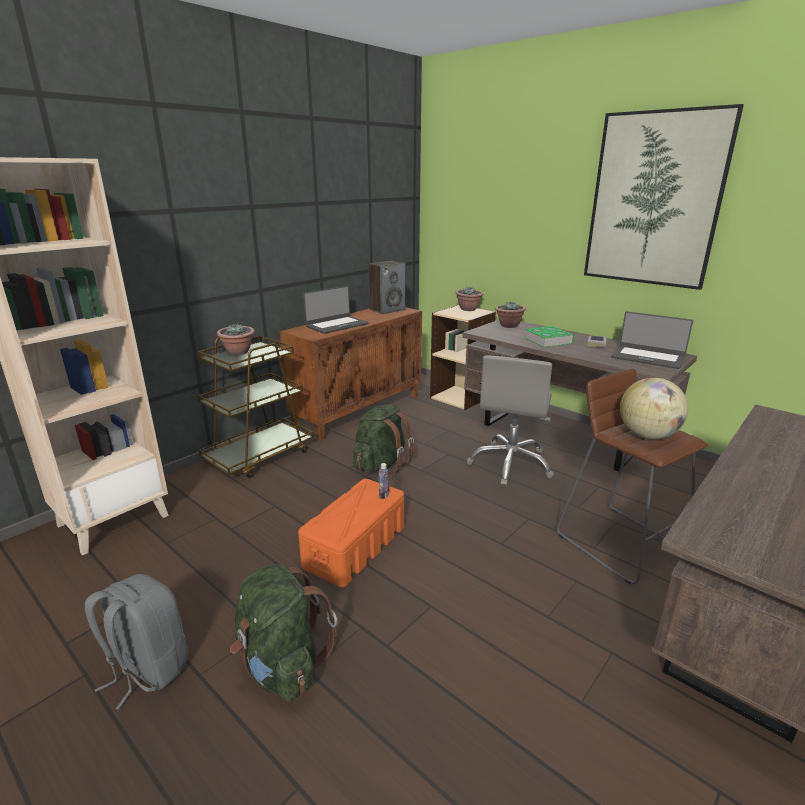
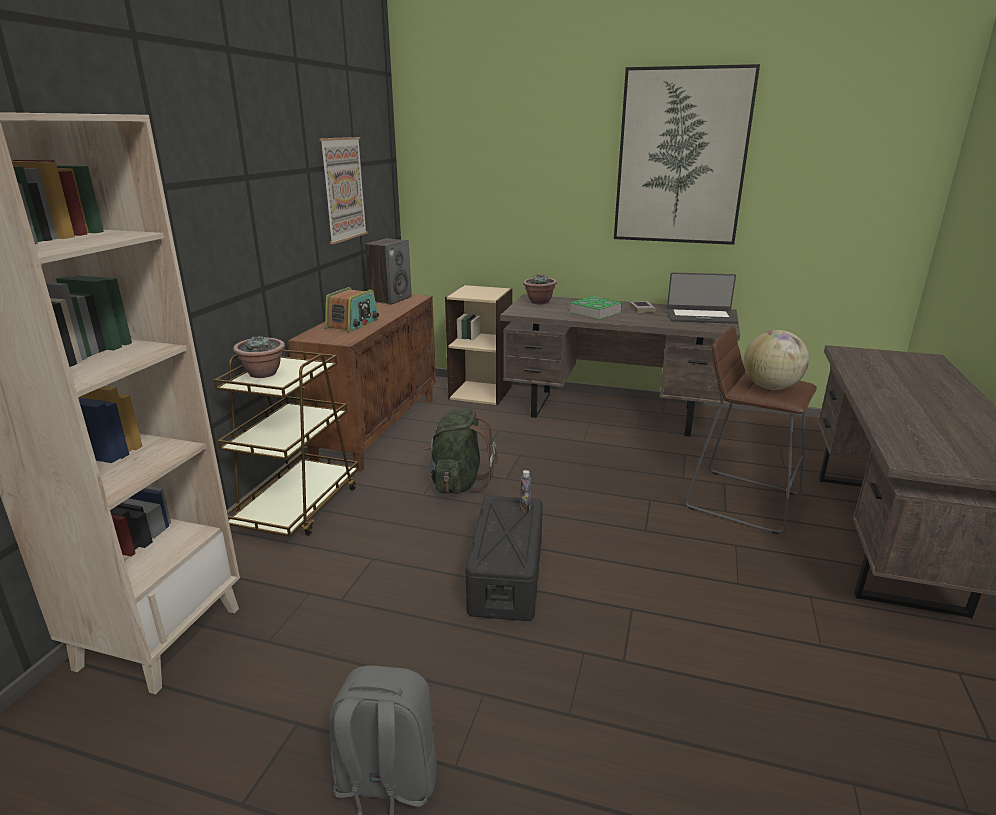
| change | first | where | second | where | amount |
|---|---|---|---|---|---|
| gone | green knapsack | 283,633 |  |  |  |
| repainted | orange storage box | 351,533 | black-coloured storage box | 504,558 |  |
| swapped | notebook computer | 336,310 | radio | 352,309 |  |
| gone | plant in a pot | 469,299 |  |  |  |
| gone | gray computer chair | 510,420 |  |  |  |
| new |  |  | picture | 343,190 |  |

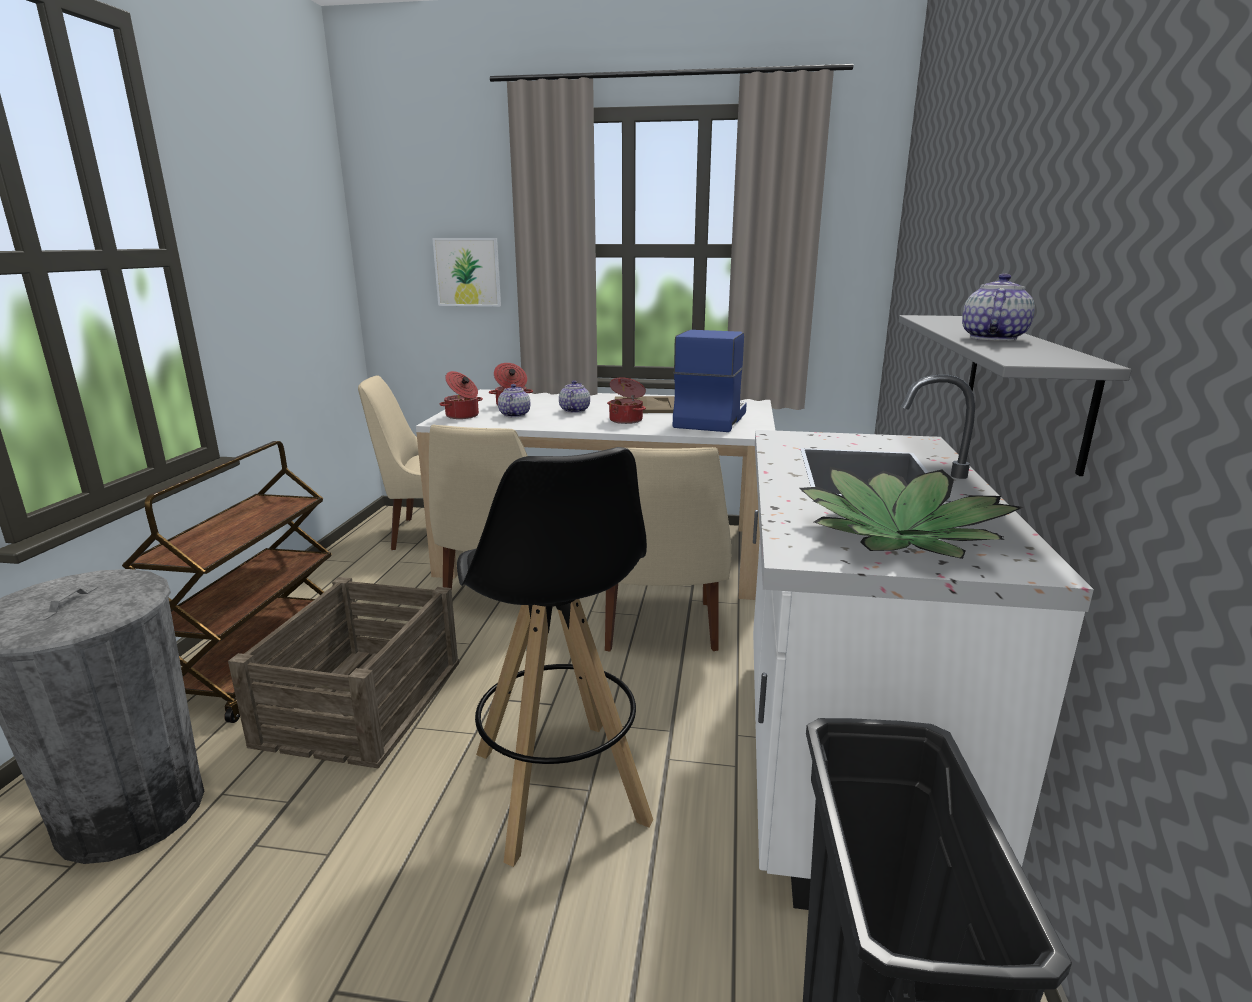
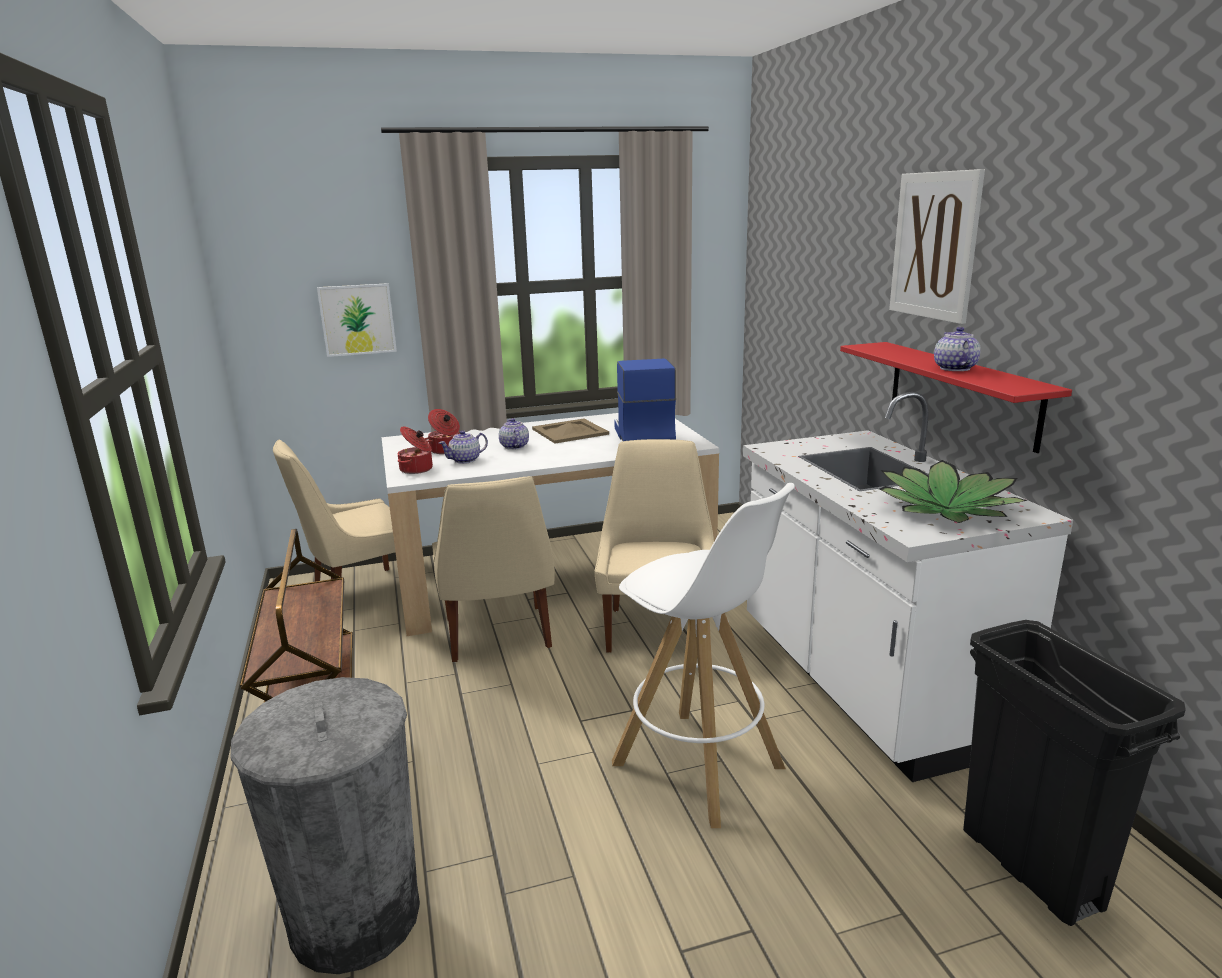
| change | first | where | second | where | amount |
|---|---|---|---|---|---|
| gone | crate | 343,673 |  |  |  |
| repainted | black-coloured sitting stool | 555,657 | white sitting stool | 703,655 |  |
| rotated | teapot | 514,400 |  | 463,447 | 105 degrees counterclockwise |
| rotated | sand-coloured upright chair | 668,549 |  | 654,546 | 150 degrees counterclockwise |
| gone | cooking pot | 626,400 |  |  |  |
| repainted | gray bracket shelf | 1015,395 | reddish bracket shelf | 956,397 |  |
| new |  |  | picture | 937,246 |  |

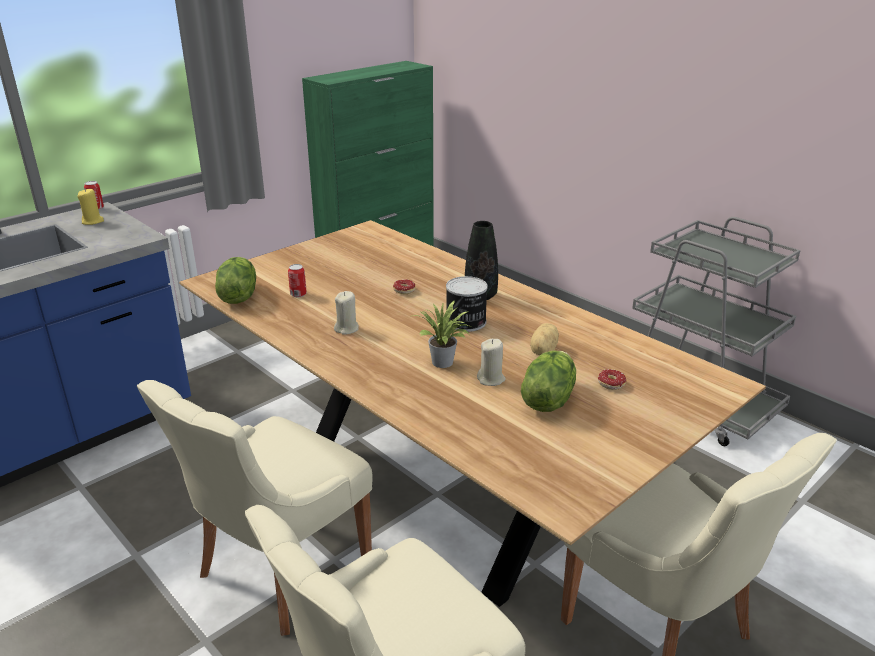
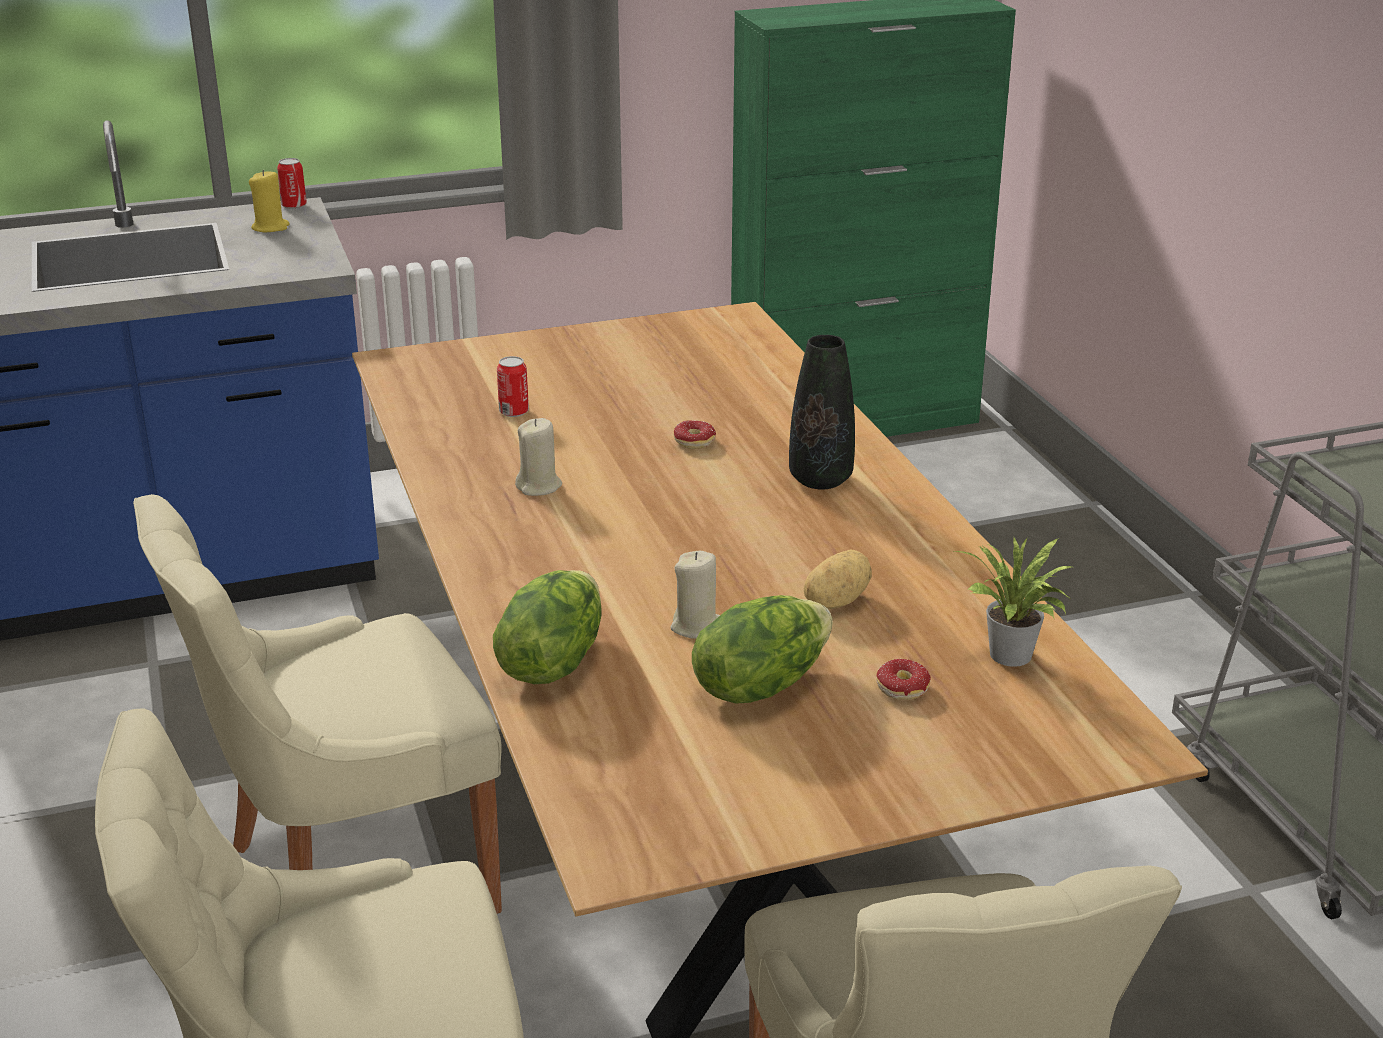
| change | first | where | second | where | amount |
|---|---|---|---|---|---|
| shifted | head of lettuce | 235,280 |  | 547,627 |  |
| shifted | plant in a pot | 442,334 |  | 1013,601 |  |
| gone | can | 467,304 |  |  |  |

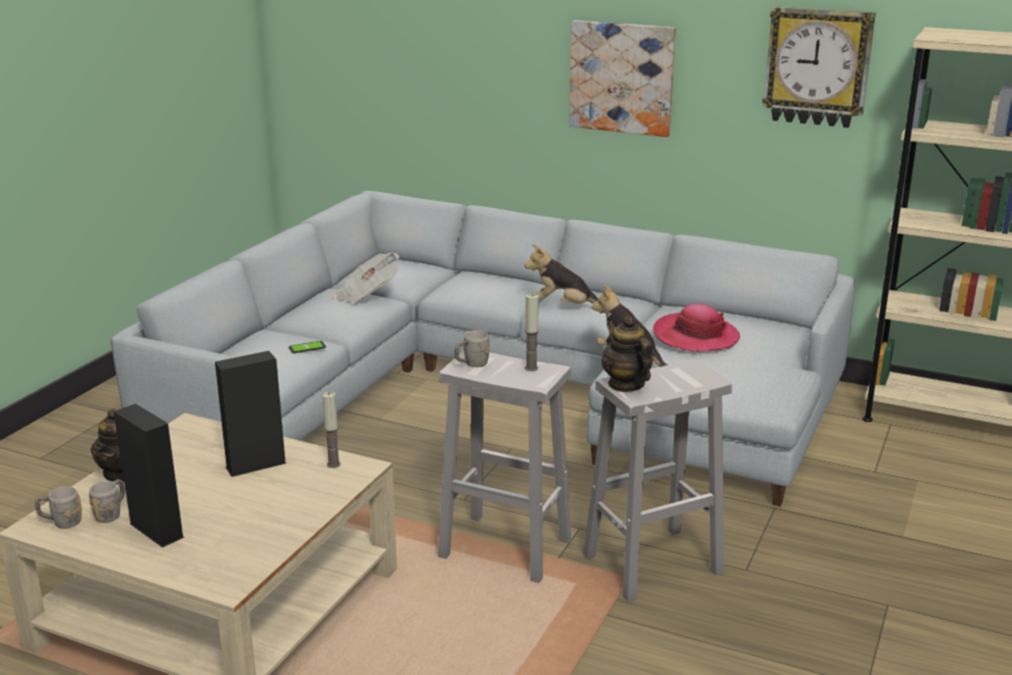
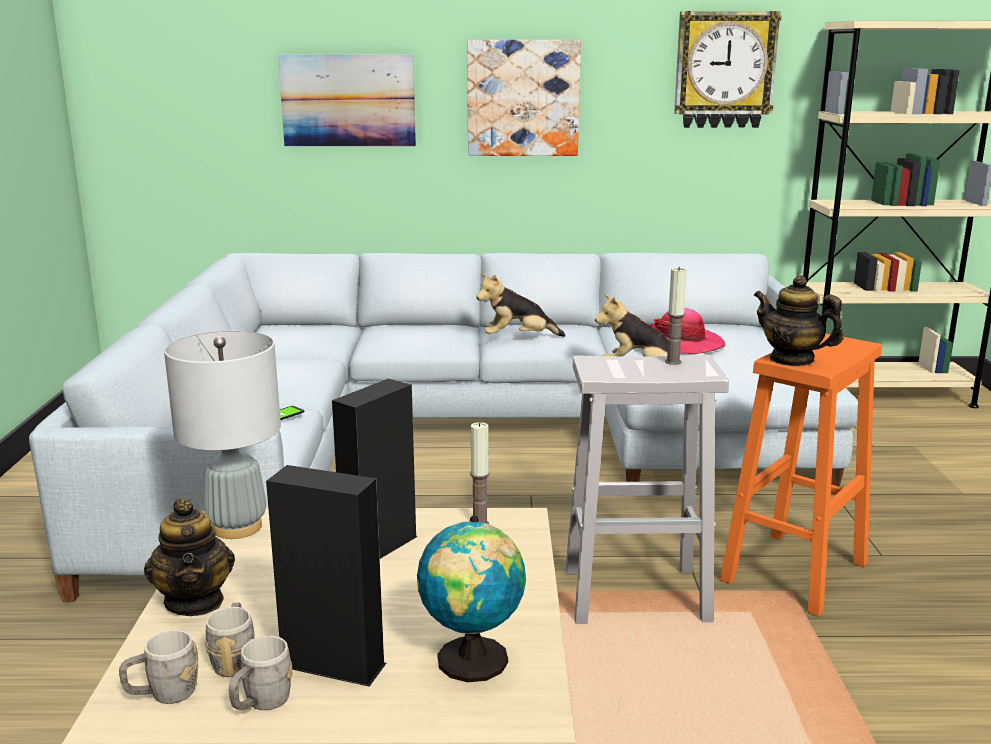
| change | first | where | second | where | amount |
|---|---|---|---|---|---|
| gone | newspaper | 366,278 |  |  |  |
| shifted | gray mug | 472,348 |  | 260,673 |  |
| repainted | white sitting stool | 657,480 | orange sitting stool | 801,475 |  |
| new |  |  | gray table lamp | 222,435 |  |
| new |  |  | picture | 347,100 |  |
| new |  |  | globe | 471,598 |  |

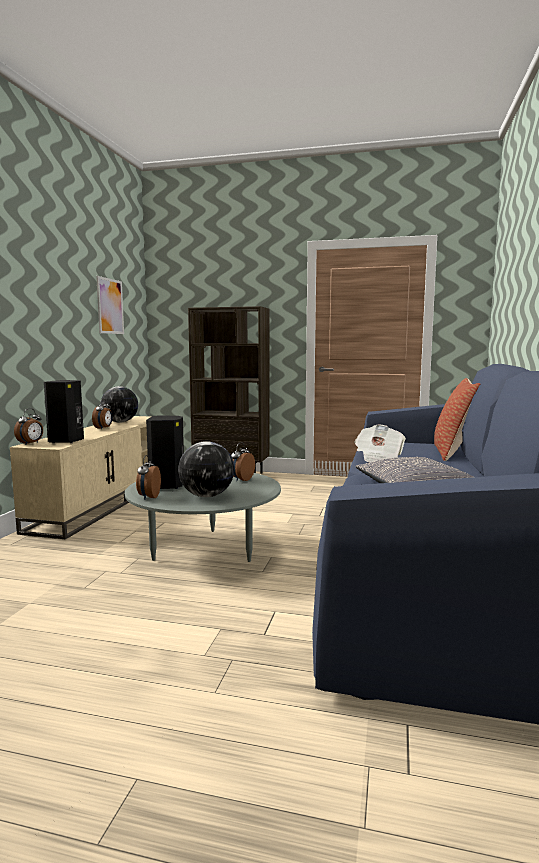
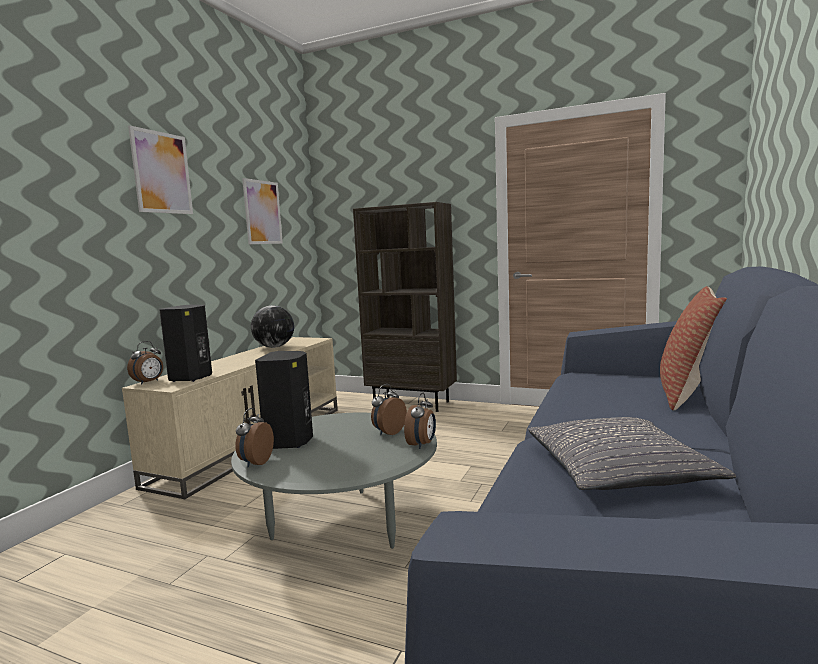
| change | first | where | second | where | amount |
|---|---|---|---|---|---|
| shifted | table clock | 102,414 |  | 420,421 |  |
| gone | globe | 206,469 |  |  |  |
| gone | newspaper | 380,444 |  |  |  |
| new |  |  | picture | 160,169 |  |

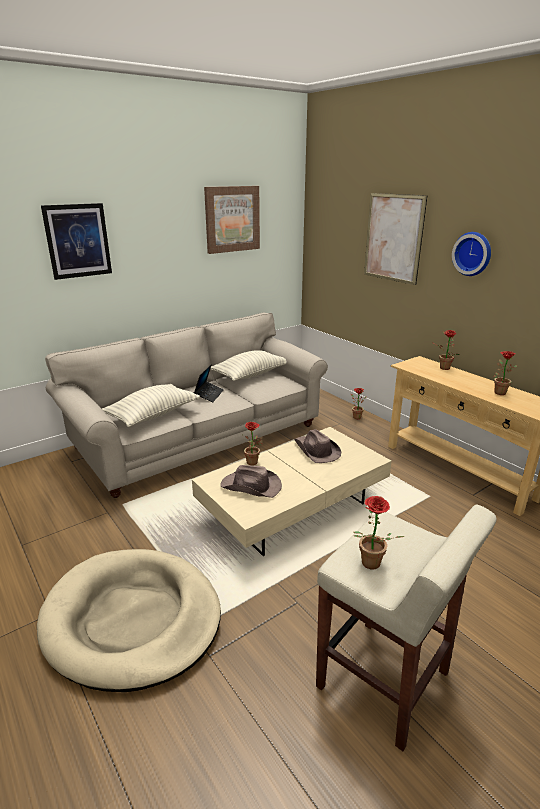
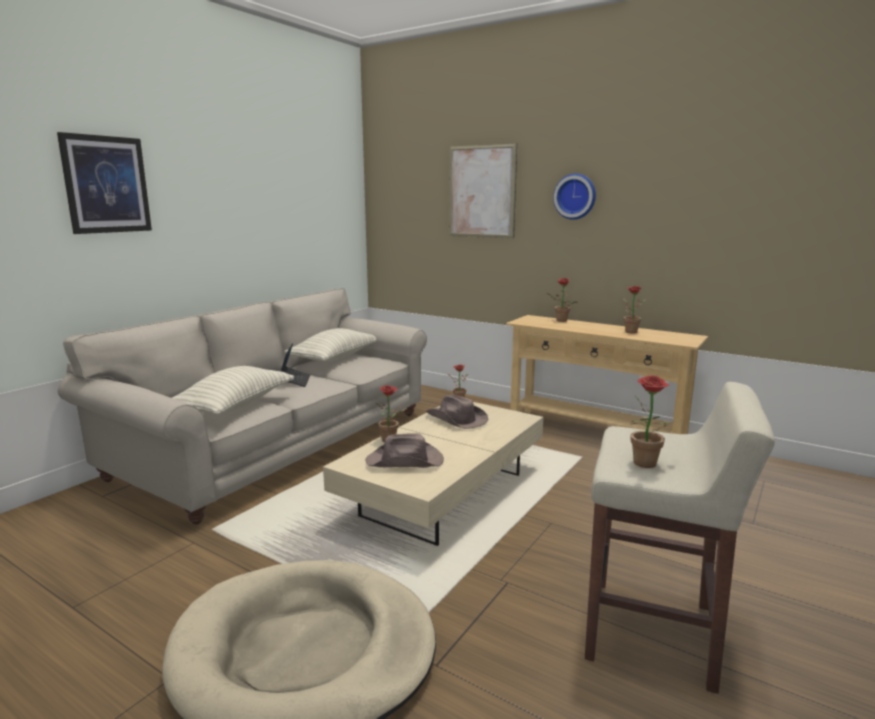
| change | first | where | second | where | amount |
|---|---|---|---|---|---|
| gone | picture | 232,220 |  |  |  |

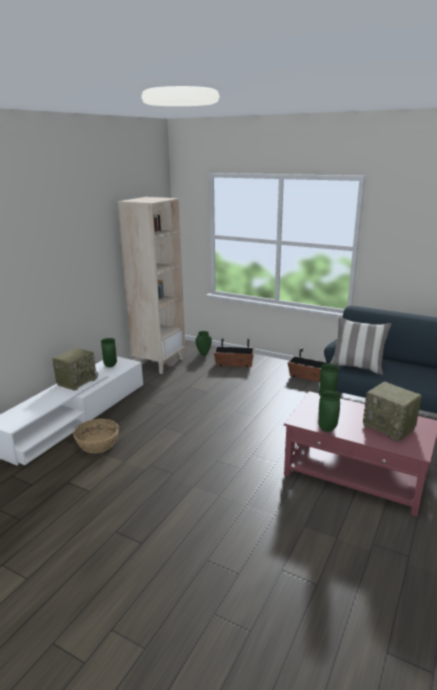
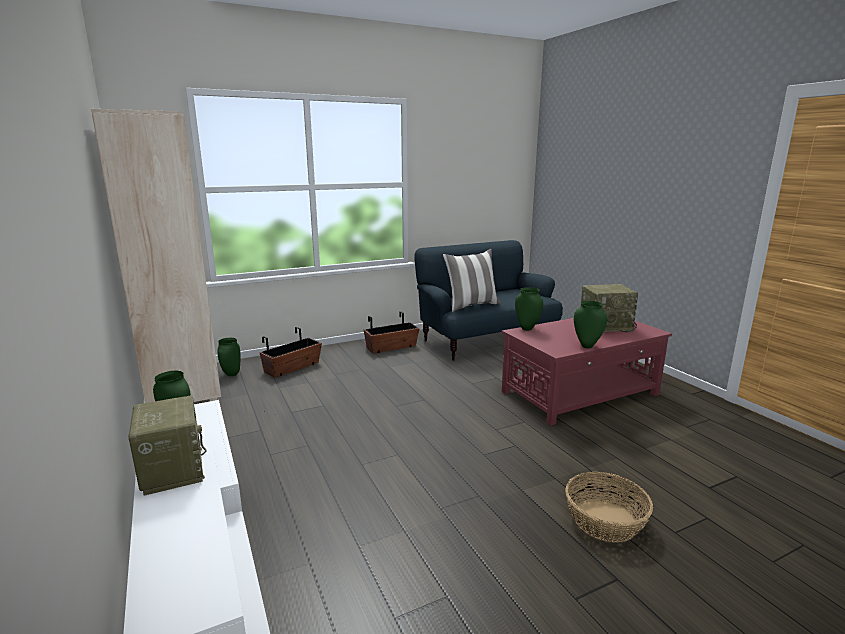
| change | first | where | second | where | amount |
|---|---|---|---|---|---|
| shifted | storage basket | 96,436 |  | 609,507 |  |

